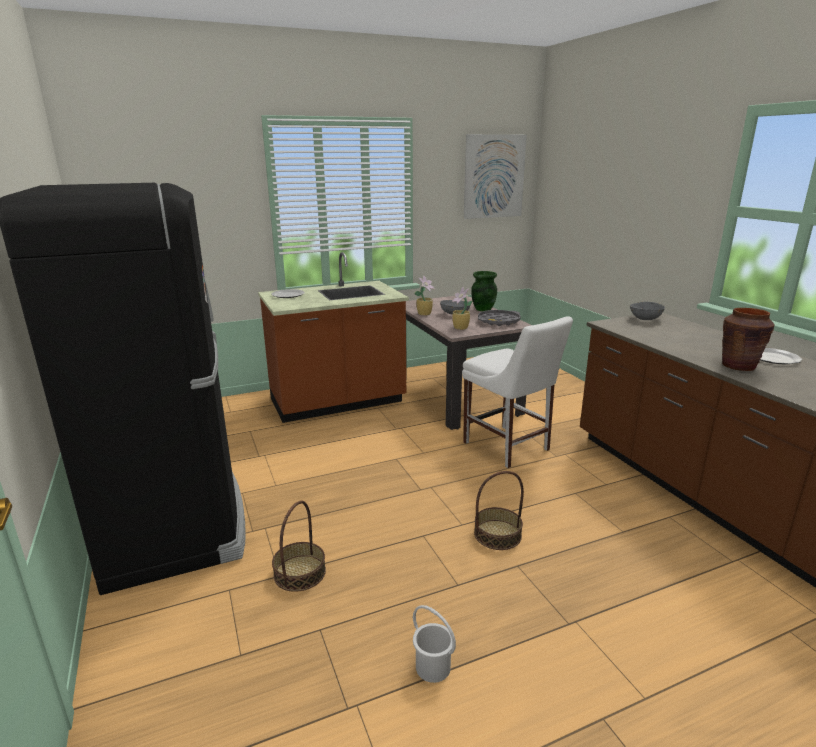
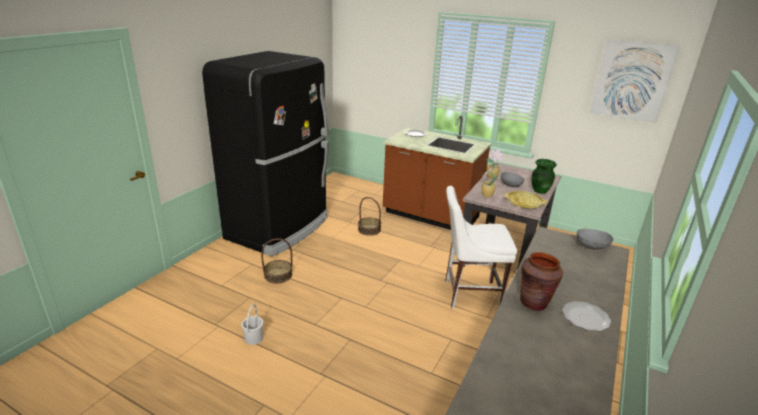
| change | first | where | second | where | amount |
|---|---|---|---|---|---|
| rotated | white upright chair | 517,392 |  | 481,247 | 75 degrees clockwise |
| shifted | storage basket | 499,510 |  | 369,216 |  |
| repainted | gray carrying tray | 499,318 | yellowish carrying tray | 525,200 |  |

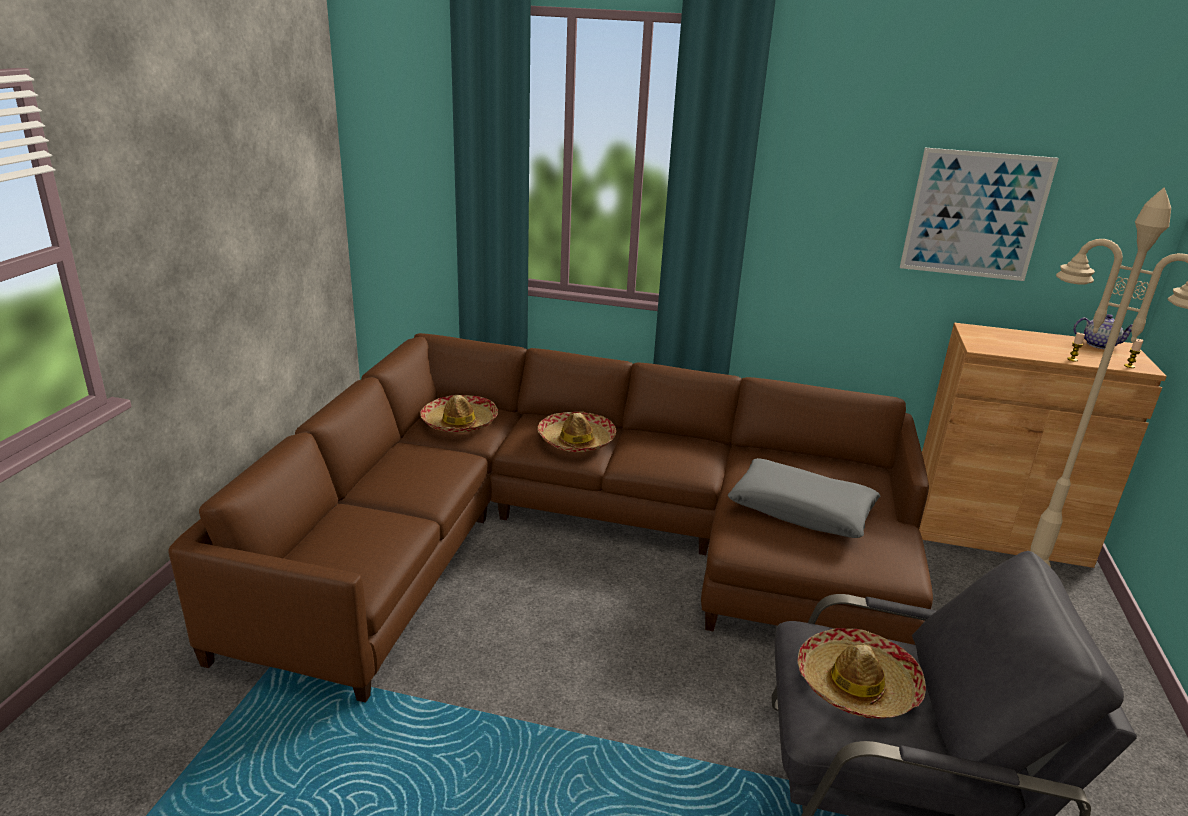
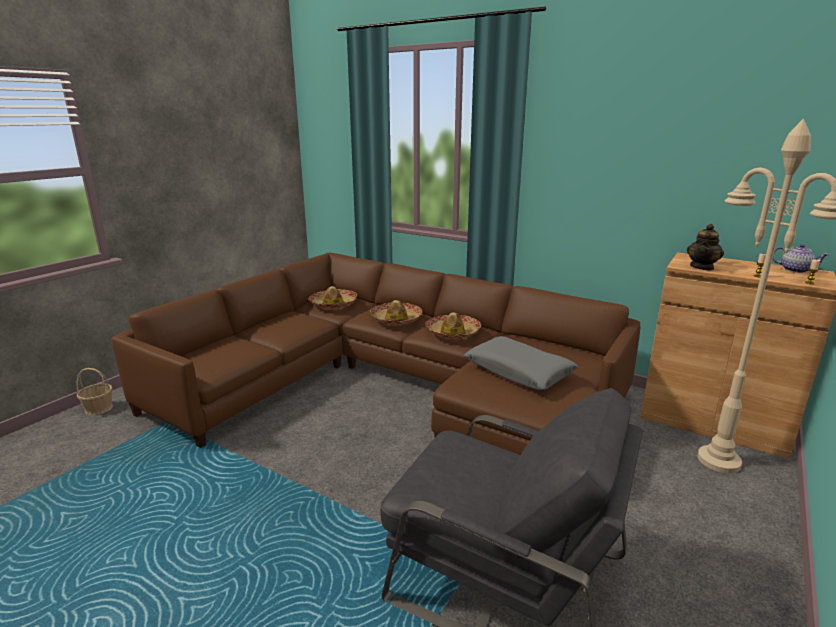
| change | first | where | second | where | amount |
|---|---|---|---|---|---|
| shifted | hat | 861,673 |  | 453,326 |  |
| gone | picture | 979,214 |  |  |  |
| new |  |  | storage basket | 94,391 |  |
| new |  |  | teapot | 705,247 |  |

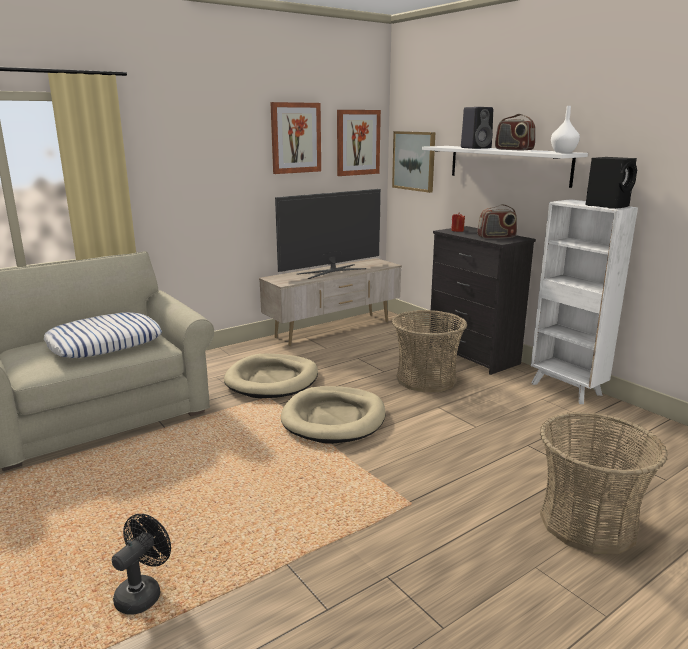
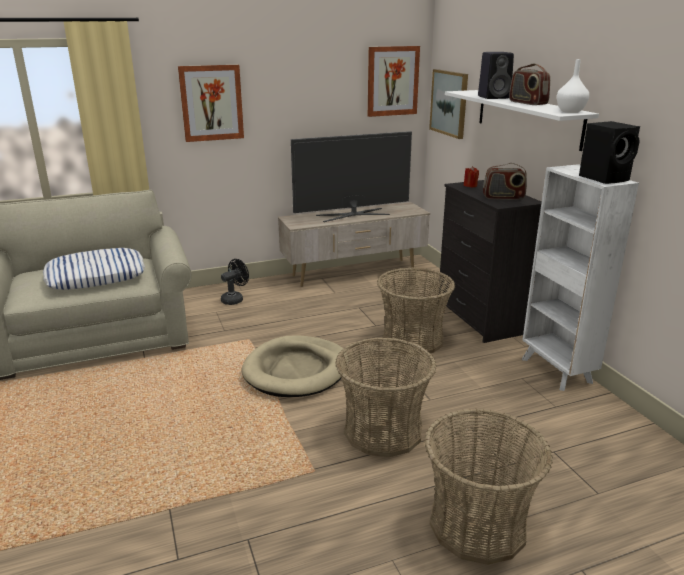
| change | first | where | second | where | amount |
|---|---|---|---|---|---|
| shifted | black-coloured cooling fan | 141,564 |  | 235,282 |  |
| gone | sand-coloured pet bed | 271,376 |  |  |  |
| shifted | picture | 295,138 |  | 211,103 |  |
| new |  |  | storage basket | 386,397 |  |

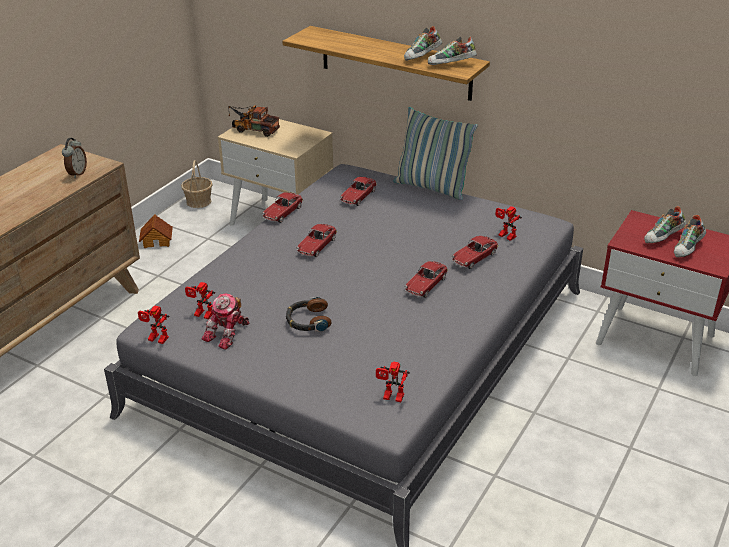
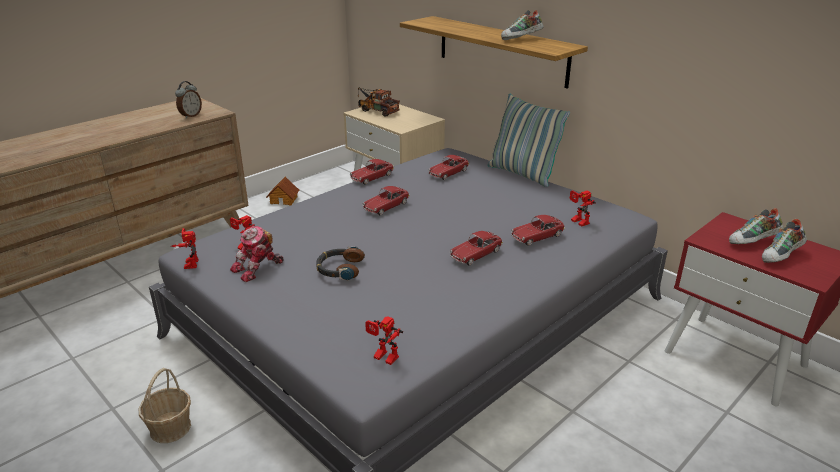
| change | first | where | second | where | amount |
|---|---|---|---|---|---|
| rotated | robot figure | 153,325 |  | 185,248 | 45 degrees clockwise |
| shifted | storage basket | 197,184 |  | 165,405 |  |
| gone | low shoe | 452,51 |  |  |  |

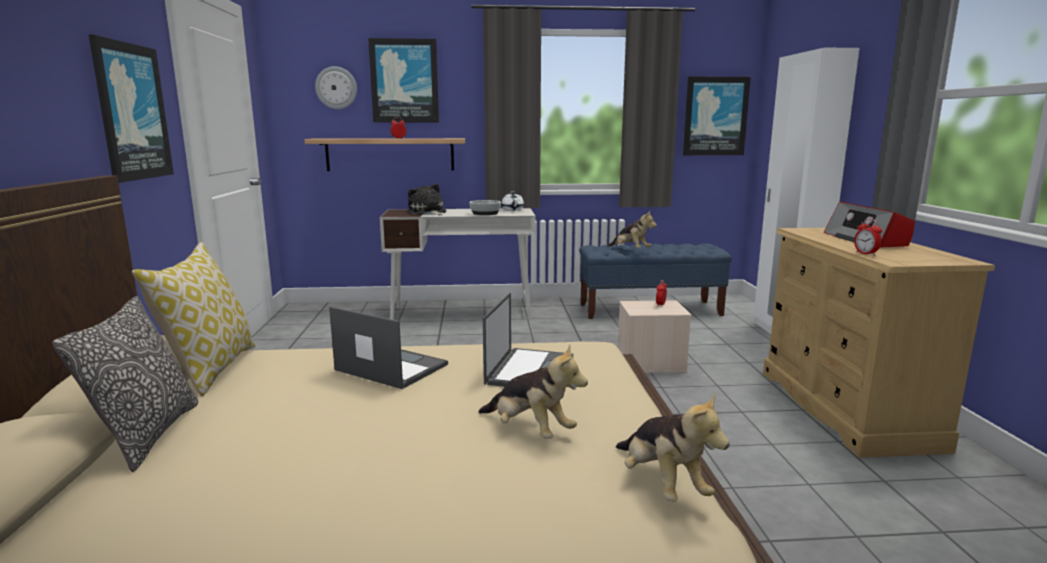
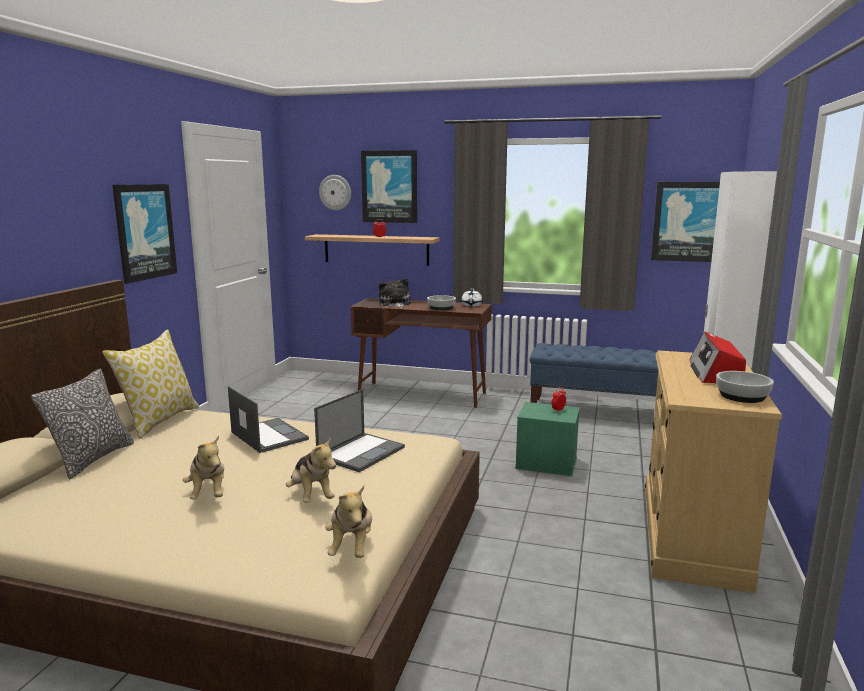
| change | first | where | second | where | amount |
|---|---|---|---|---|---|
| repainted | white desk | 457,264 | brown-coloured desk | 421,353 |  |
| shifted | cuddly toy | 632,229 |  | 203,467 |  |
| repainted | sand-coloured storage box | 655,336 | green storage box | 547,439 |  |
| gone | table clock | 868,237 |  |  |  |
| new |  |  | bowl | 745,387 |  |

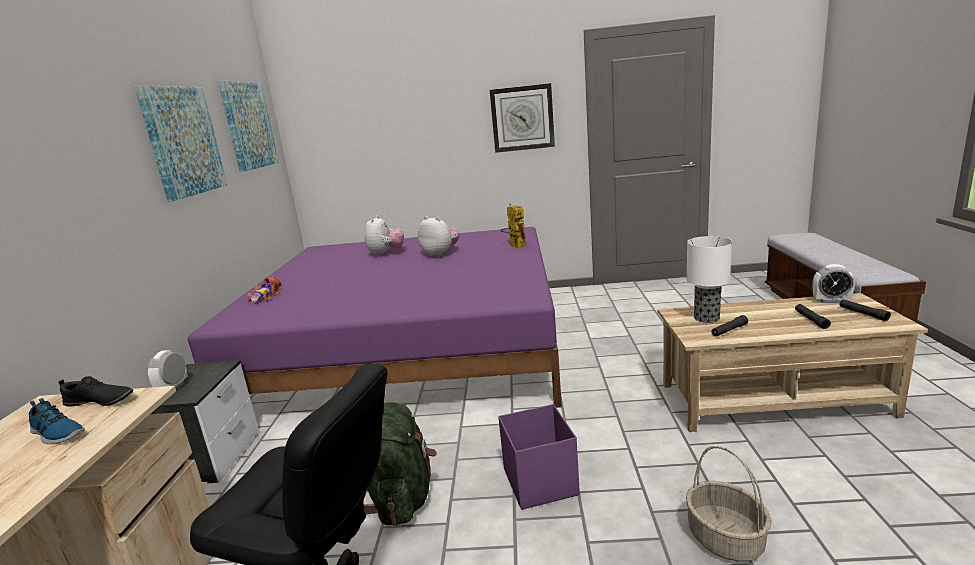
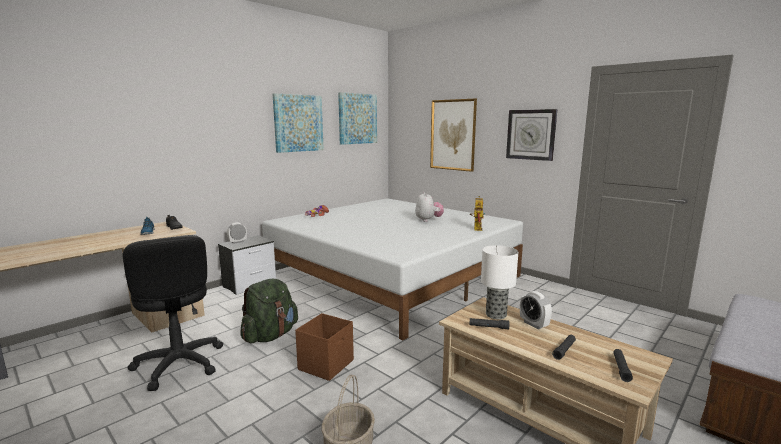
| change | first | where | second | where | amount |
|---|---|---|---|---|---|
| repainted | purple bedroom bed | 375,317 | white bedroom bed | 392,269 |  |
| gone | cuddly toy | 384,235 |  |  |  |
| repainted | purple storage box | 539,457 | brown-coloured storage box | 324,347 |  |
| shifted | table clock | 834,283 |  | 536,310 |  |
| new |  |  | picture | 453,135 |  |

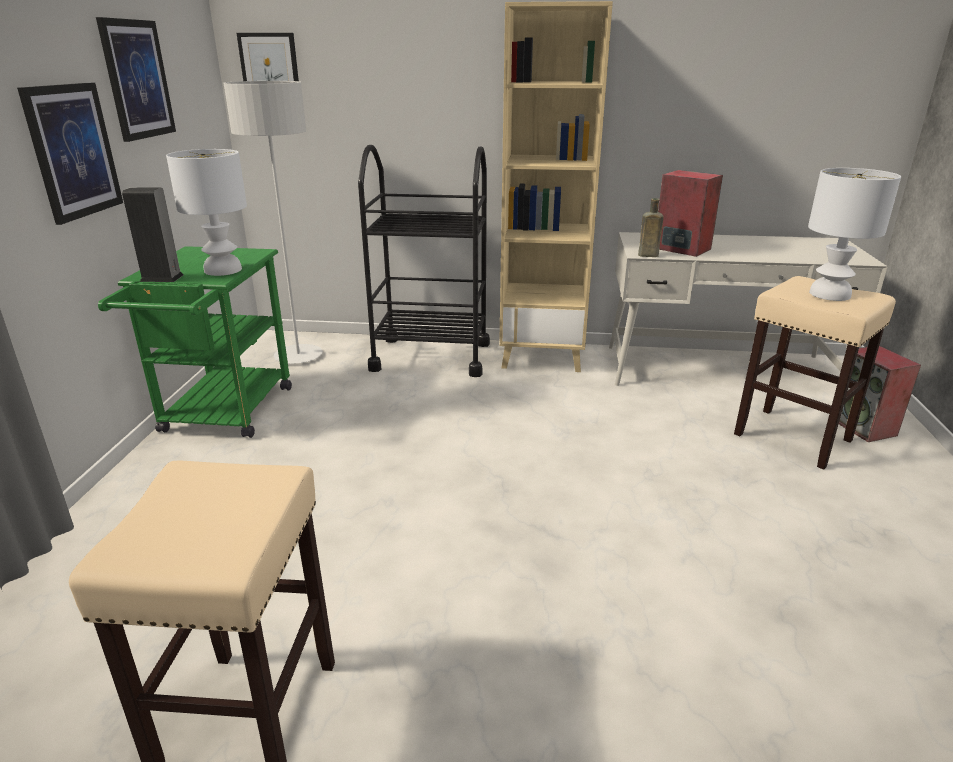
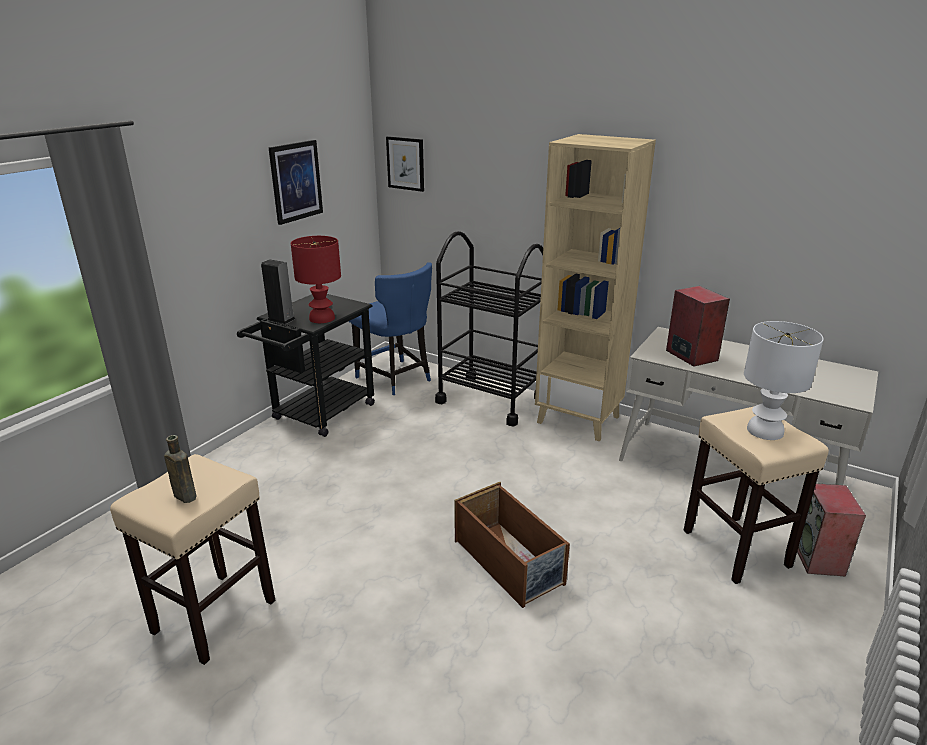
| change | first | where | second | where | amount |
|---|---|---|---|---|---|
| gone | picture | 70,154 |  |  |  |
| repainted | green cart | 195,342 | black-coloured cart | 306,365 |  |
| repainted | white table lamp | 206,212 | reddish table lamp | 316,279 |  |
| swapped | gray standard lamp | 273,222 | bluish upright chair | 390,328 |  |
| shifted | brown-coloured beverage bottle | 651,227 |  | 180,469 |  |
| new |  |  | brown-coloured storage box | 512,545 |  |

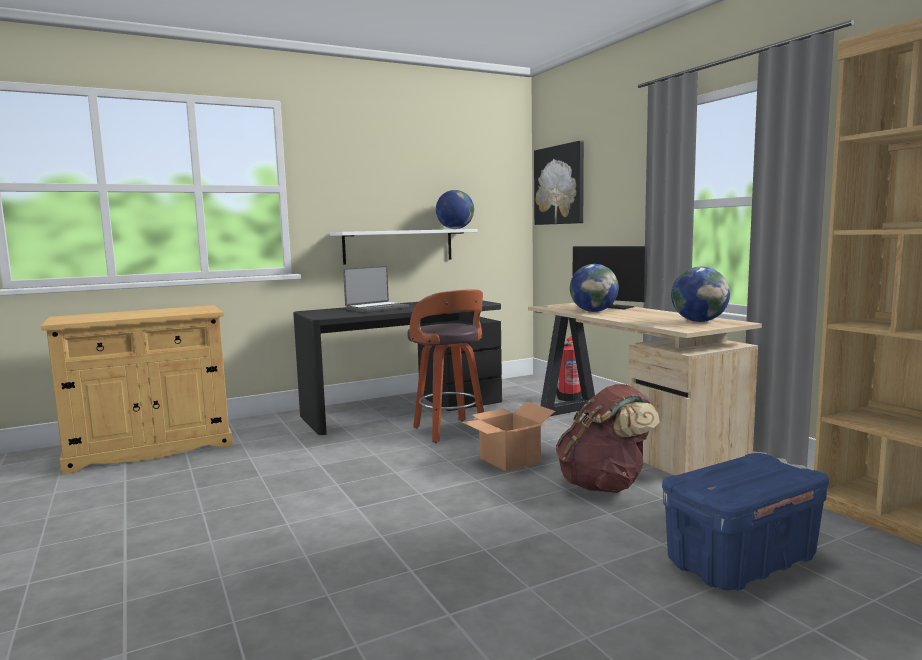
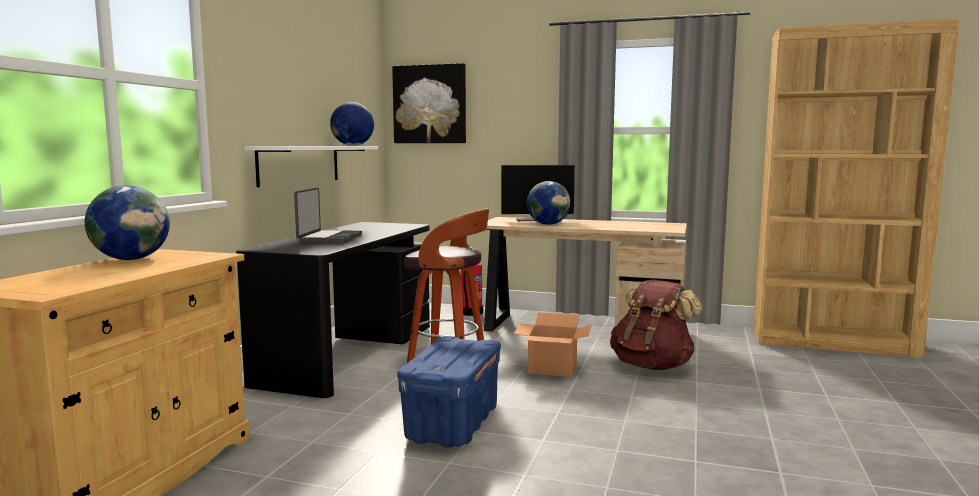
| change | first | where | second | where | amount |
|---|---|---|---|---|---|
| shifted | bluish storage box | 745,522 |  | 449,392 |  |
| shifted | globe | 700,294 |  | 127,222 |  |

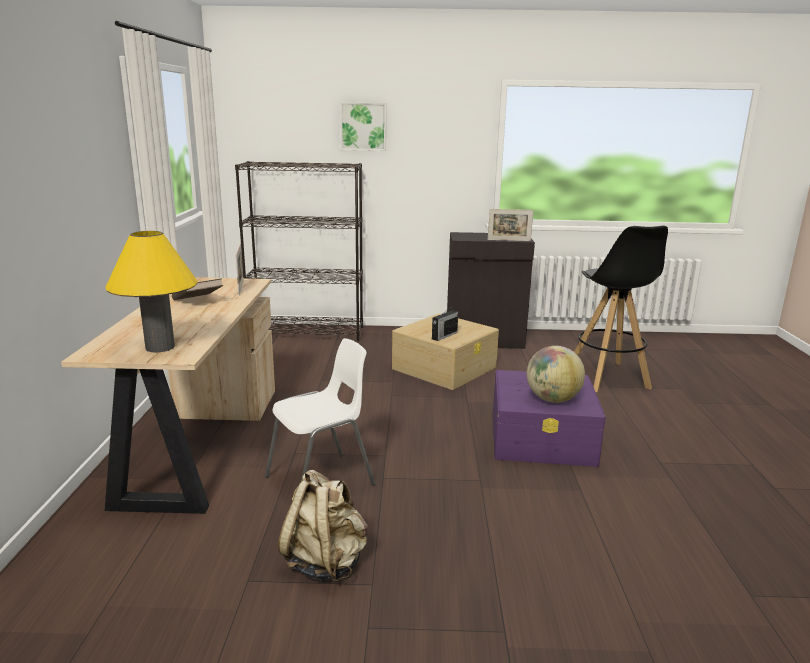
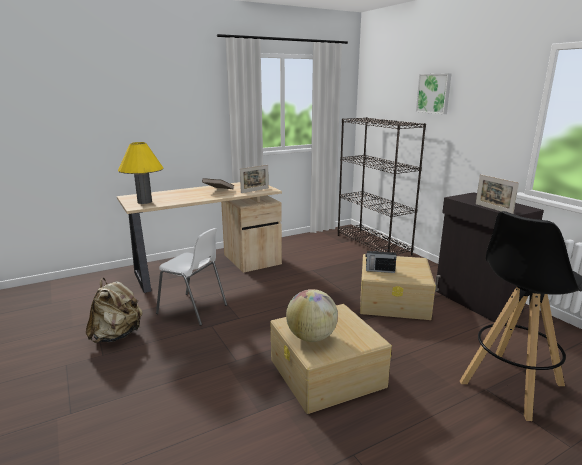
| change | first | where | second | where | amount |
|---|---|---|---|---|---|
| repainted | purple storage box | 549,418 | sand-coloured storage box | 331,359 |  |

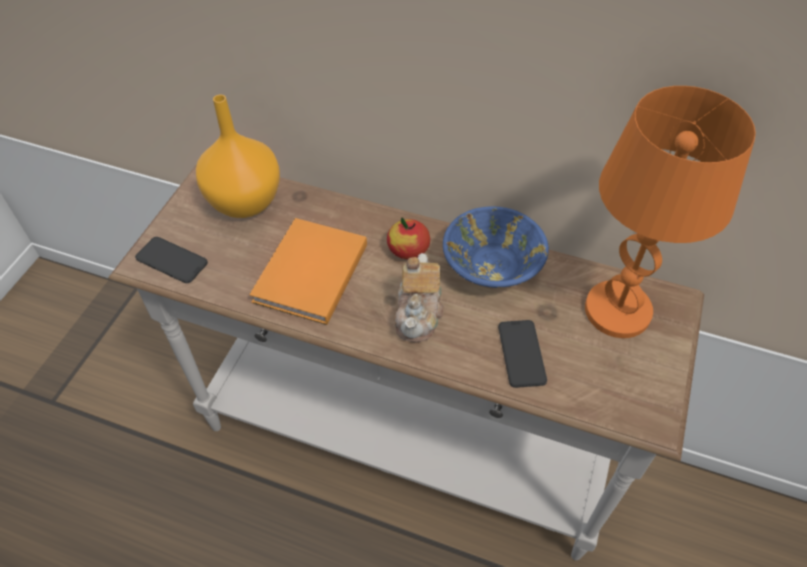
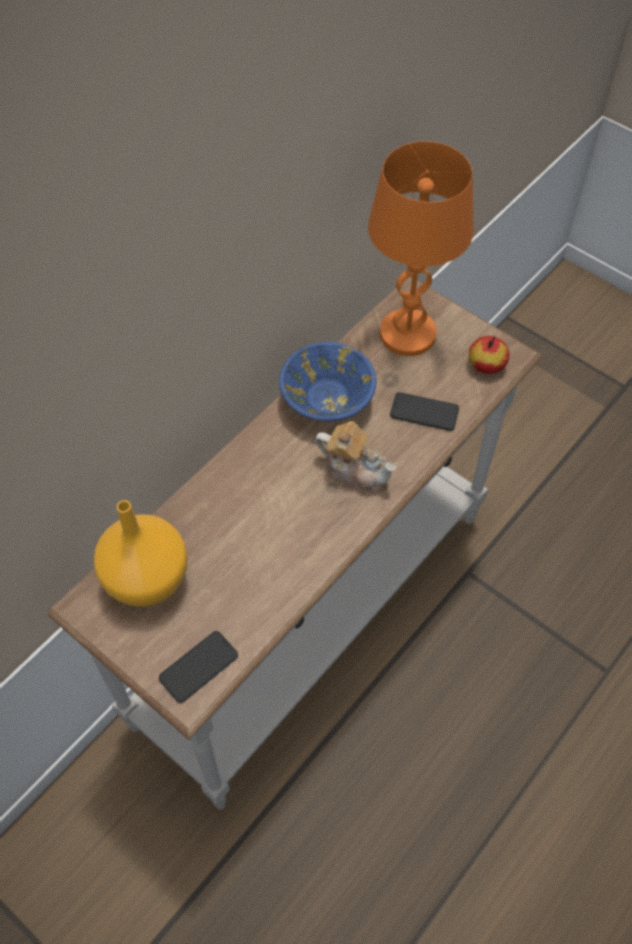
| change | first | where | second | where | amount |
|---|---|---|---|---|---|
| gone | orange bound book | 308,271 |  |  |  |
| shifted | apple fruit | 408,238 |  | 489,355 |  |

